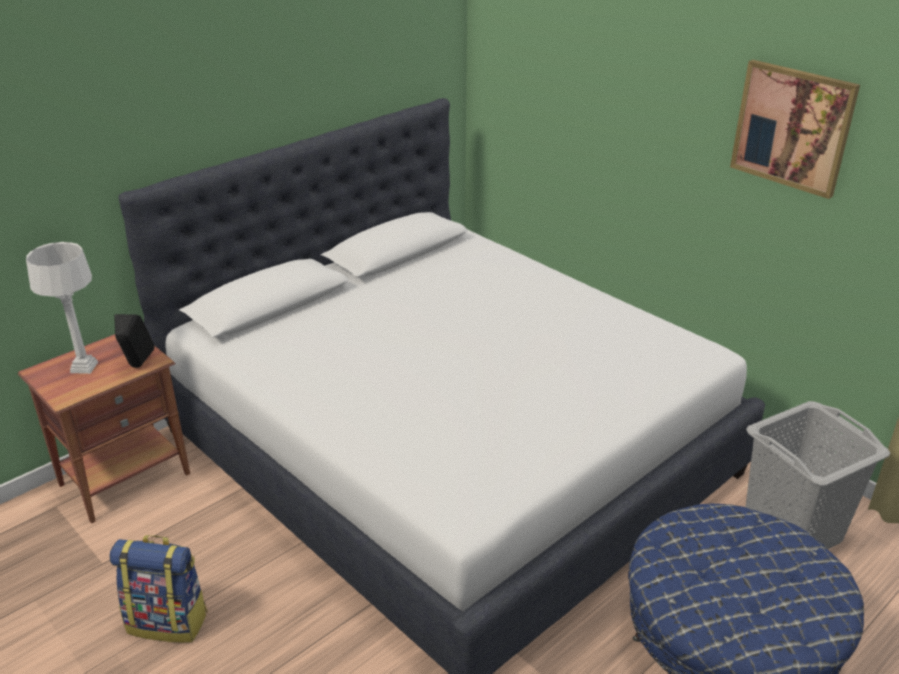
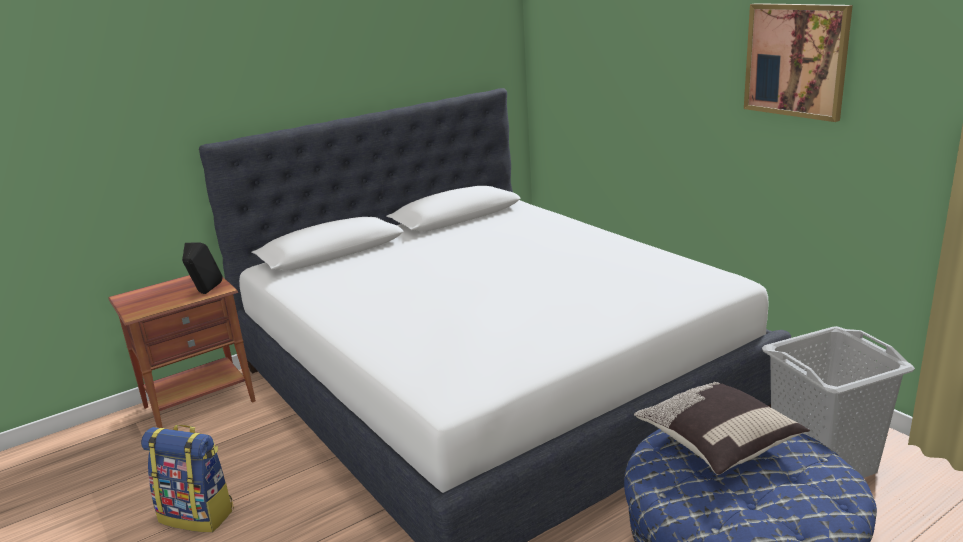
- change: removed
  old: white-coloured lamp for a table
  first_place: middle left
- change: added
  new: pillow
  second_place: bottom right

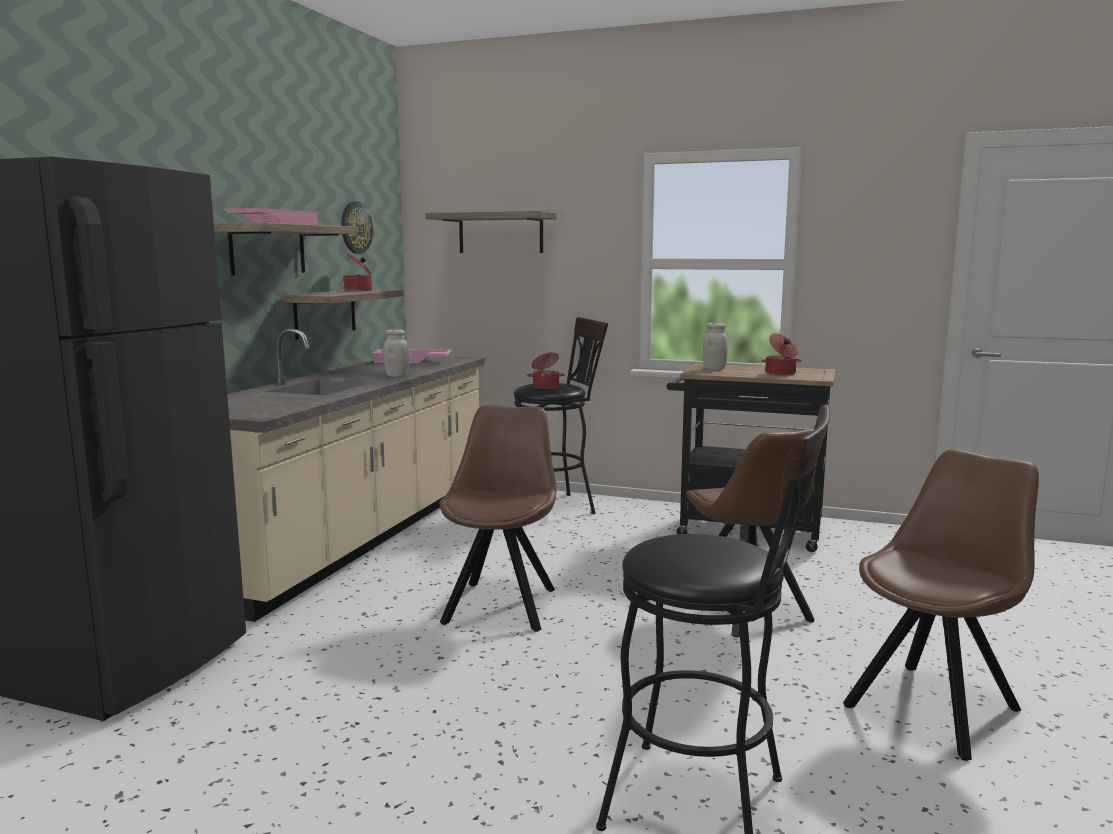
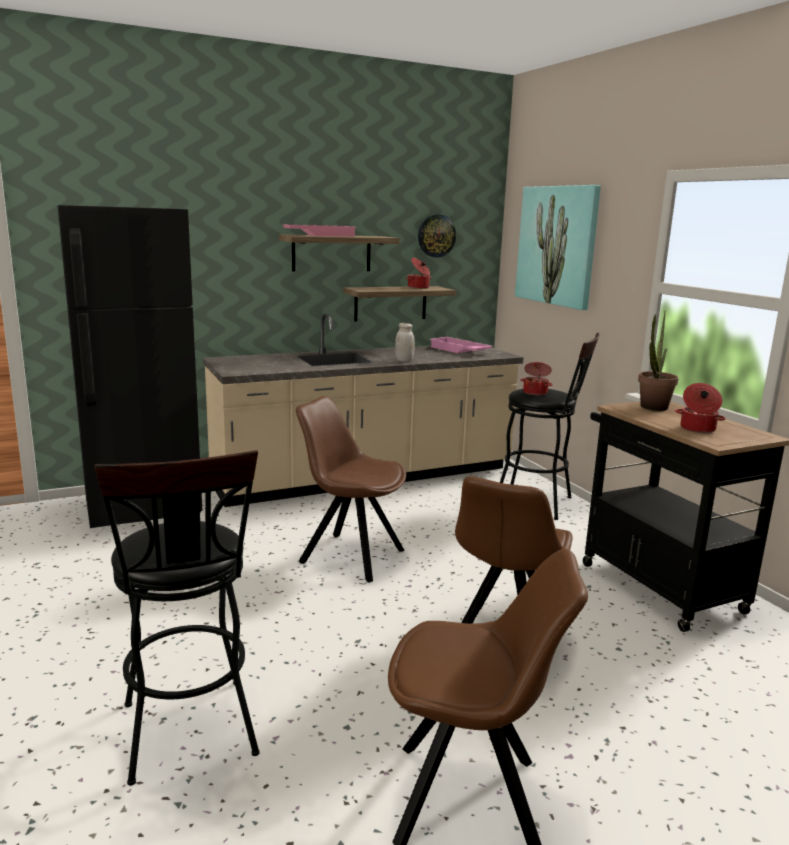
- change: replaced
  old: bracket shelf (3rd from left)
  new: wall picture
  first_place: top centre
  second_place: top right
- change: replaced
  old: white-coloured storage jar (2nd from left)
  new: houseplant
  first_place: centre
  second_place: middle right
- change: turned
  old: brown-coloured upright chair (1st from left)
  first_place: centre
  second_place: centre
  degrees: -120

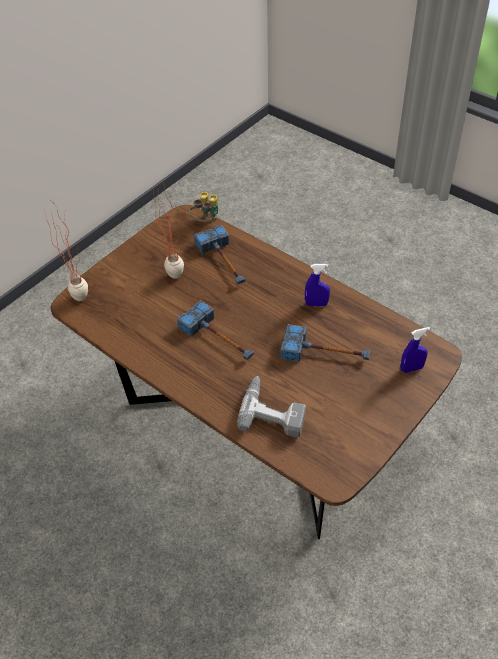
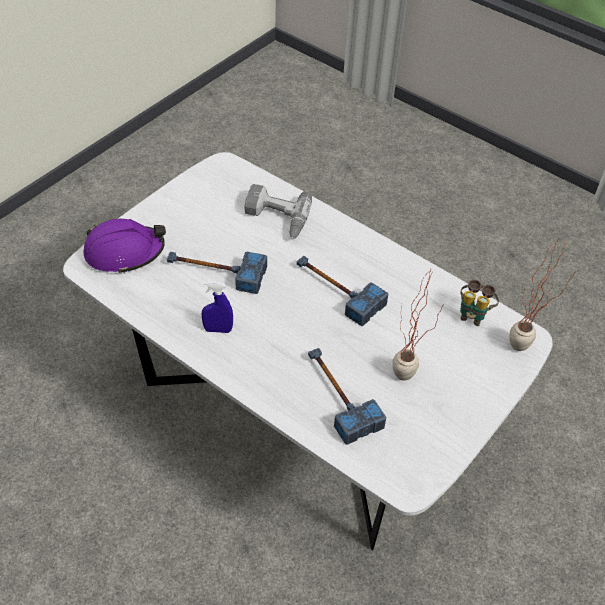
- change: moved
  old: field glasses
  first_place: top centre
  second_place: middle right
- change: recoloured
  old: brown-coloured dinner table
  new: white-coloured dinner table
  first_place: centre
  second_place: centre
- change: replaced
  old: blue-coloured hand sprayer (2nd from left)
  new: purple safety helmet
  first_place: middle right
  second_place: middle left

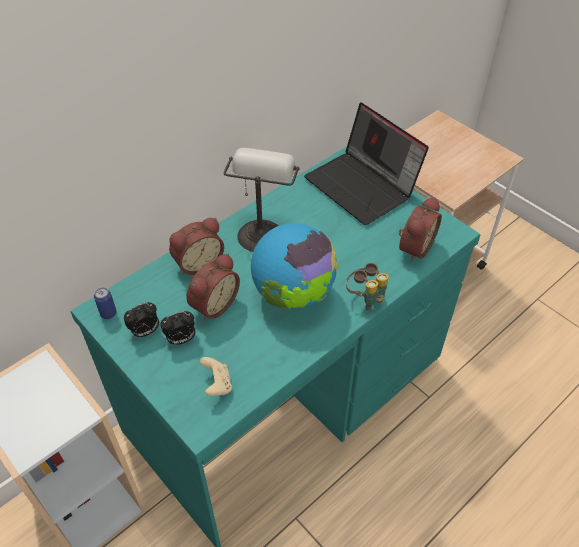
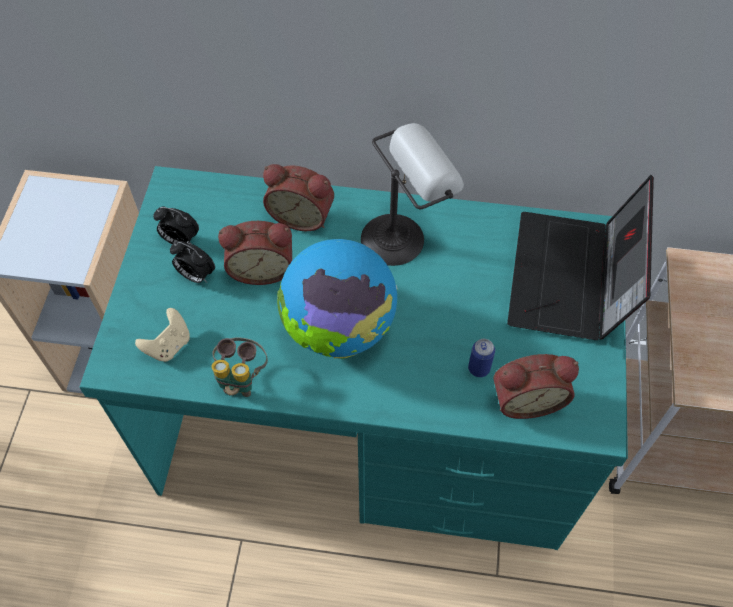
- change: moved
  old: field glasses
  first_place: centre
  second_place: middle left
- change: moved
  old: can
  first_place: middle left
  second_place: centre

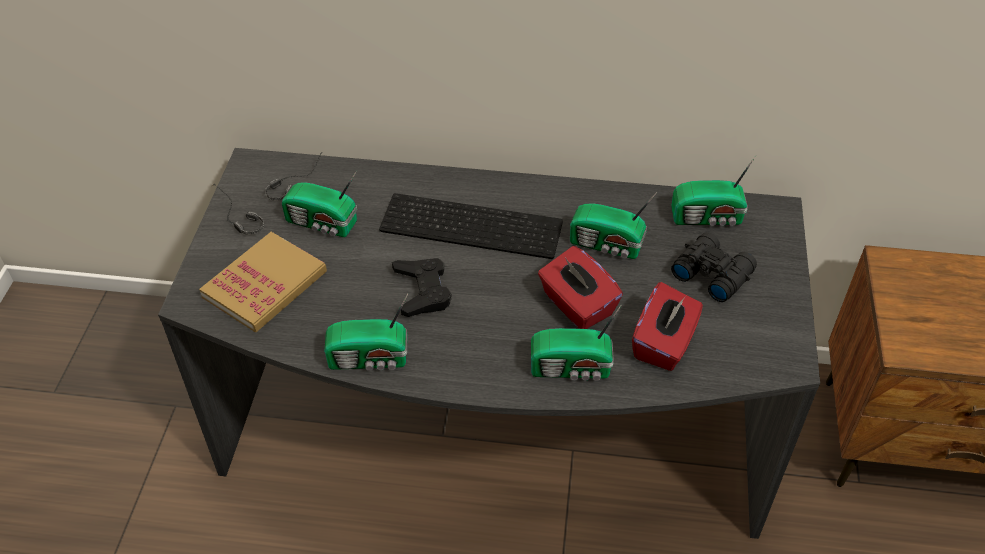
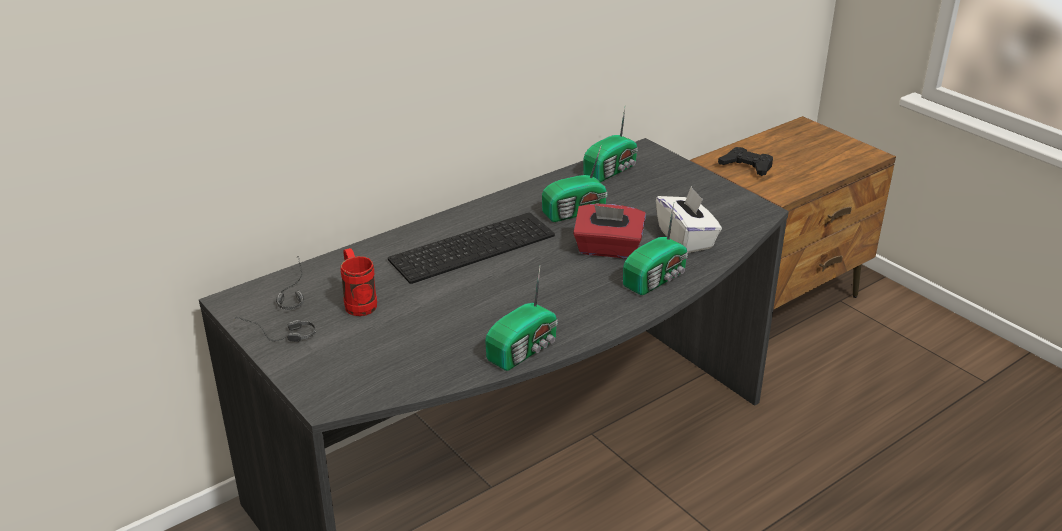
- change: replaced
  old: radio (1st from left)
  new: reddish coffee mug
  first_place: middle left
  second_place: centre
- change: removed
  old: book
  first_place: middle left
- change: removed
  old: black field glasses
  first_place: middle right
- change: moved
  old: black joypad
  first_place: centre
  second_place: top right
- change: recoloured
  old: reddish tissue box (2nd from left)
  new: white-coloured tissue box
  first_place: middle right
  second_place: centre

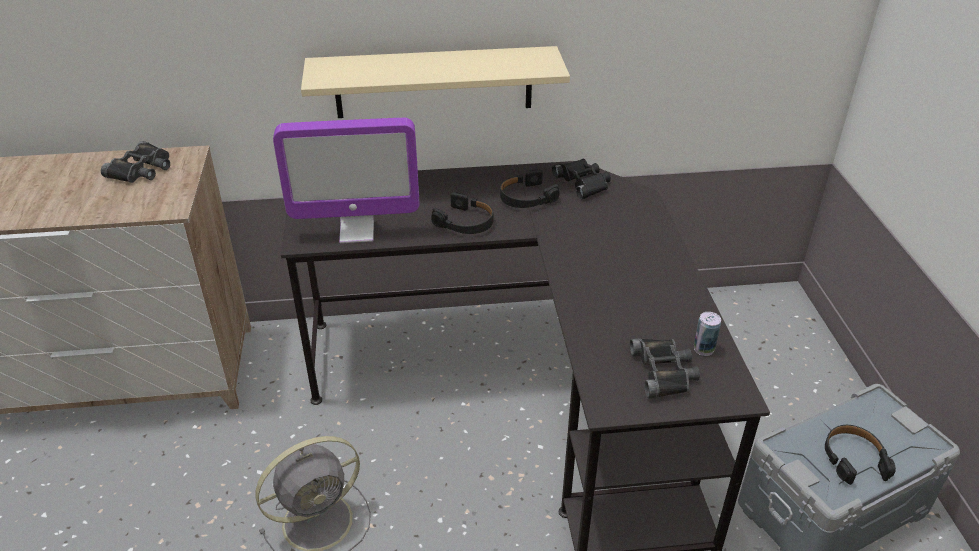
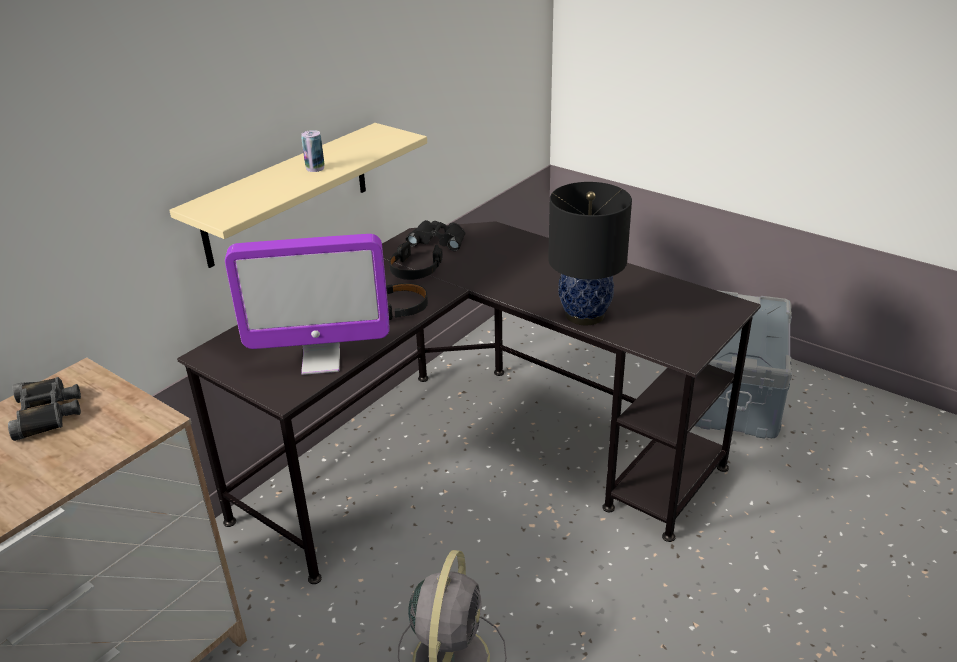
- change: turned
  old: computer display
  first_place: top centre
  second_place: middle left
  degrees: 45
- change: moved
  old: can
  first_place: middle right
  second_place: top left
- change: removed
  old: black field glasses (3rd from left)
  first_place: bottom right
- change: removed
  old: black headset (3rd from left)
  first_place: bottom right
- change: added
  new: black lamp for a table
  second_place: centre

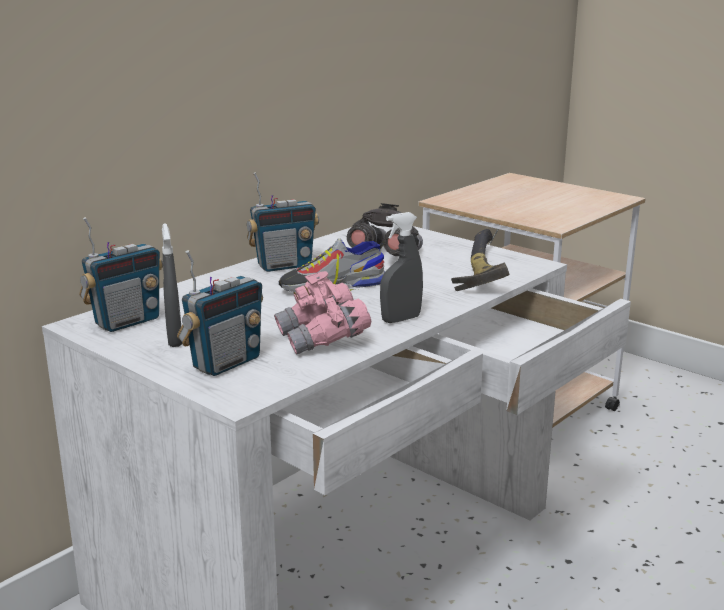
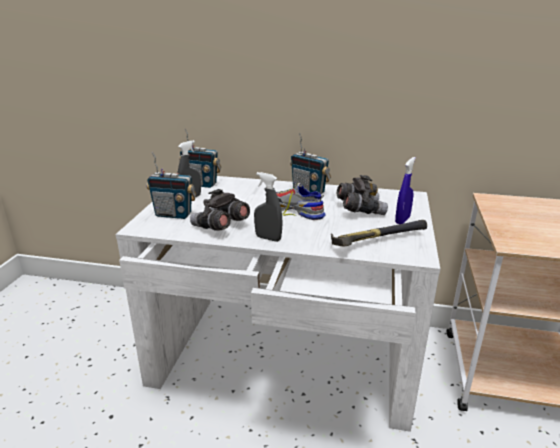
- change: recoloured
  old: pink-coloured field glasses
  new: gray field glasses (1st from left)
  first_place: centre
  second_place: centre
- change: added
  new: blue-coloured hand sprayer
  second_place: middle right

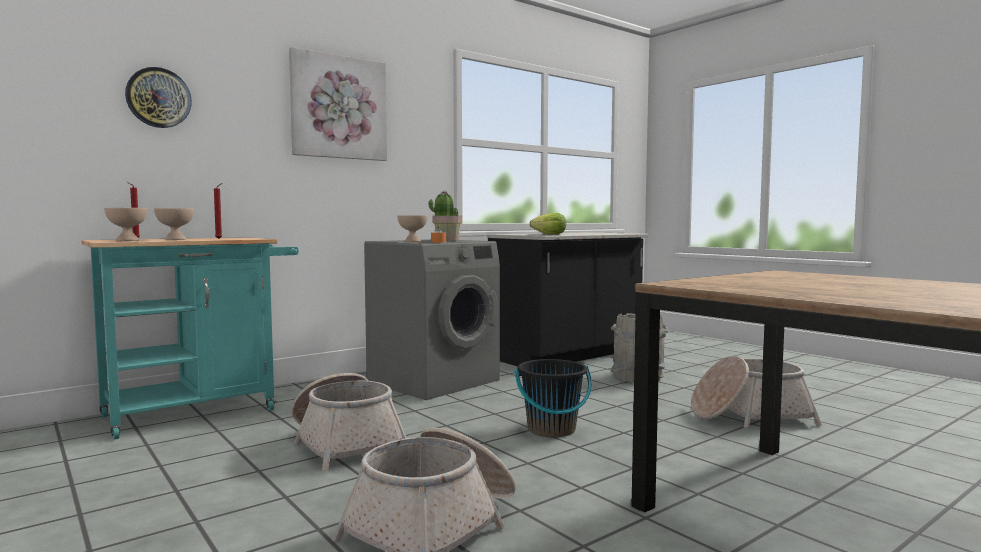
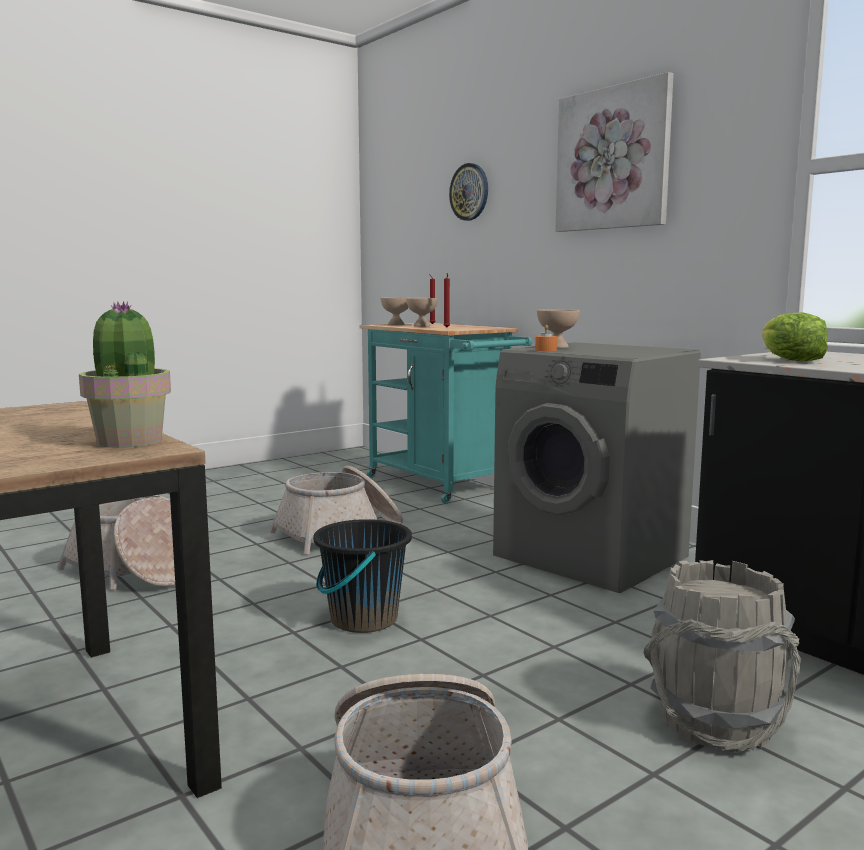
- change: moved
  old: houseplant
  first_place: centre
  second_place: middle left

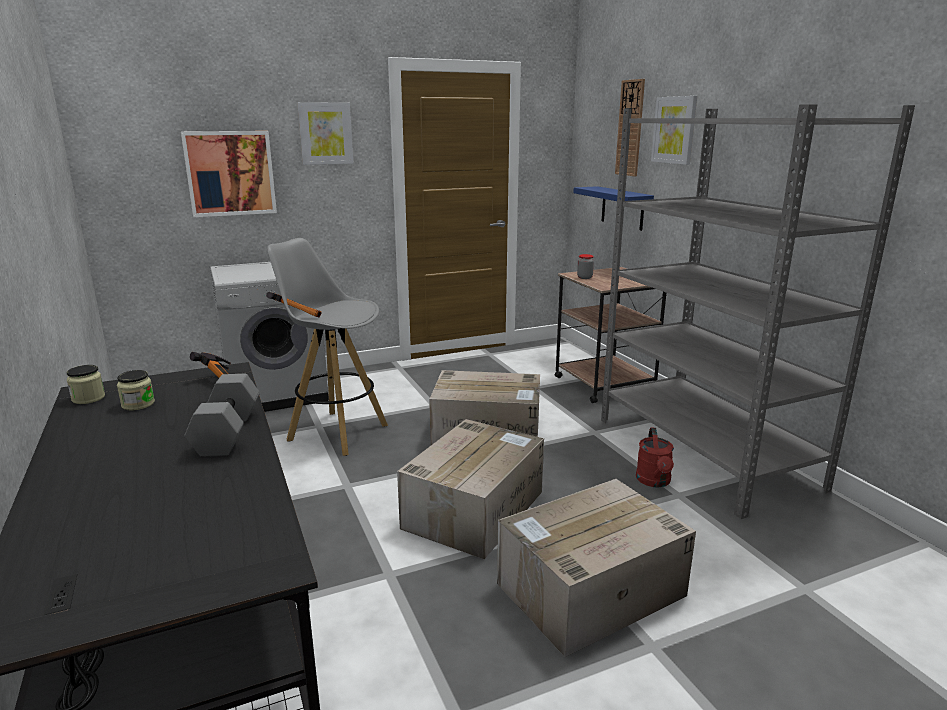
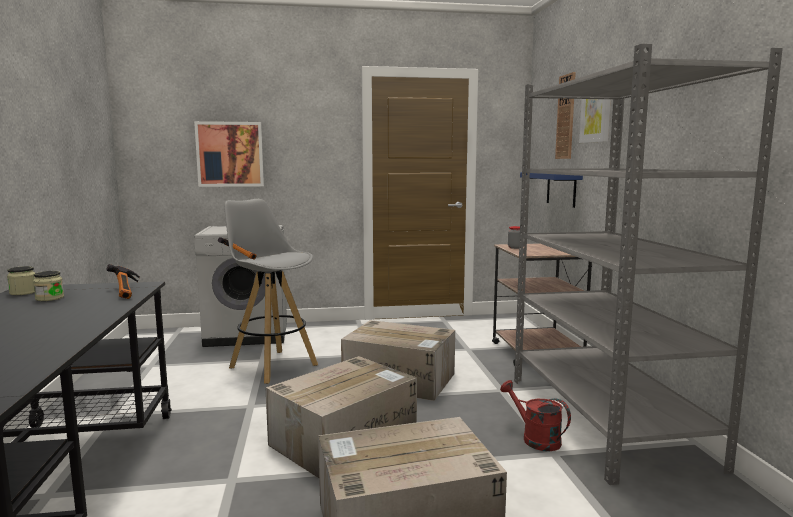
- change: removed
  old: wall picture (2nd from left)
  first_place: top centre
- change: removed
  old: gray dumbbell
  first_place: middle left
- change: turned
  old: reddish watering can
  first_place: middle right
  second_place: bottom right
  degrees: 120

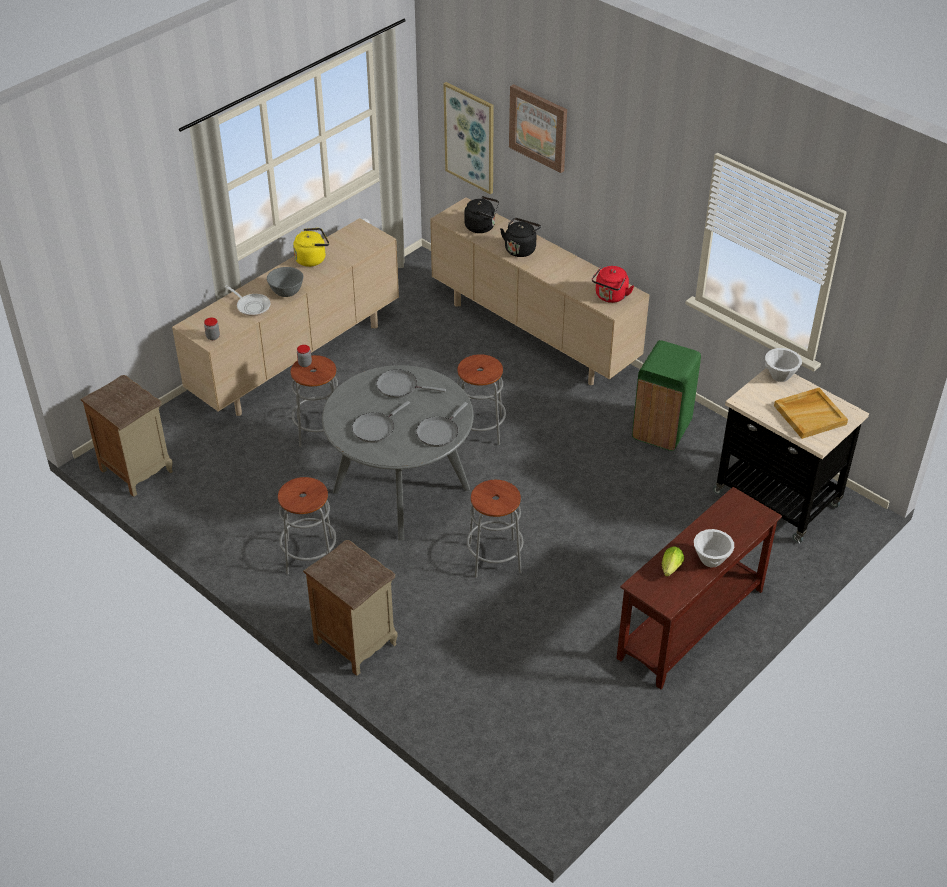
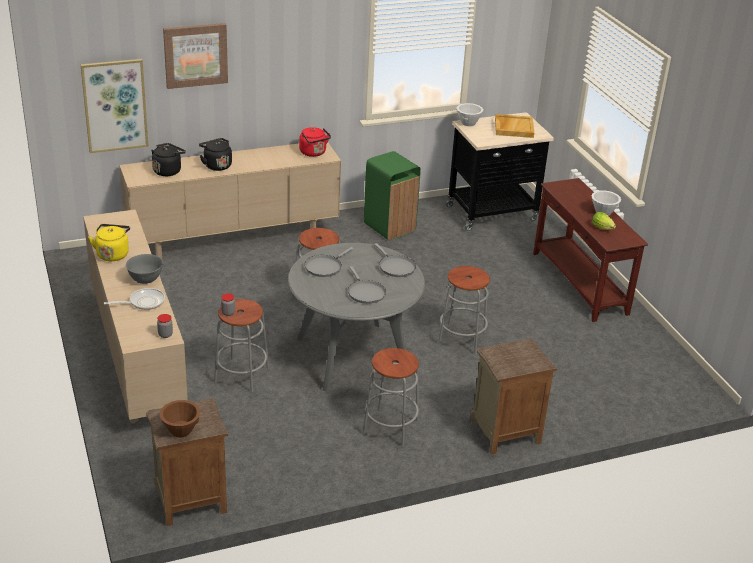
- change: added
  new: brown-coloured deep dish
  second_place: bottom left

